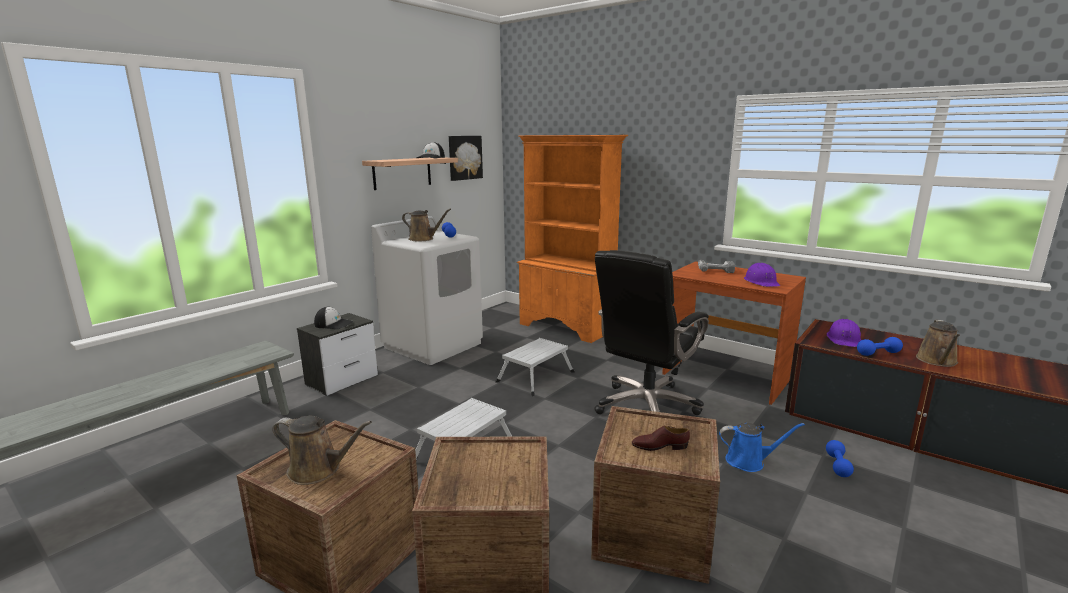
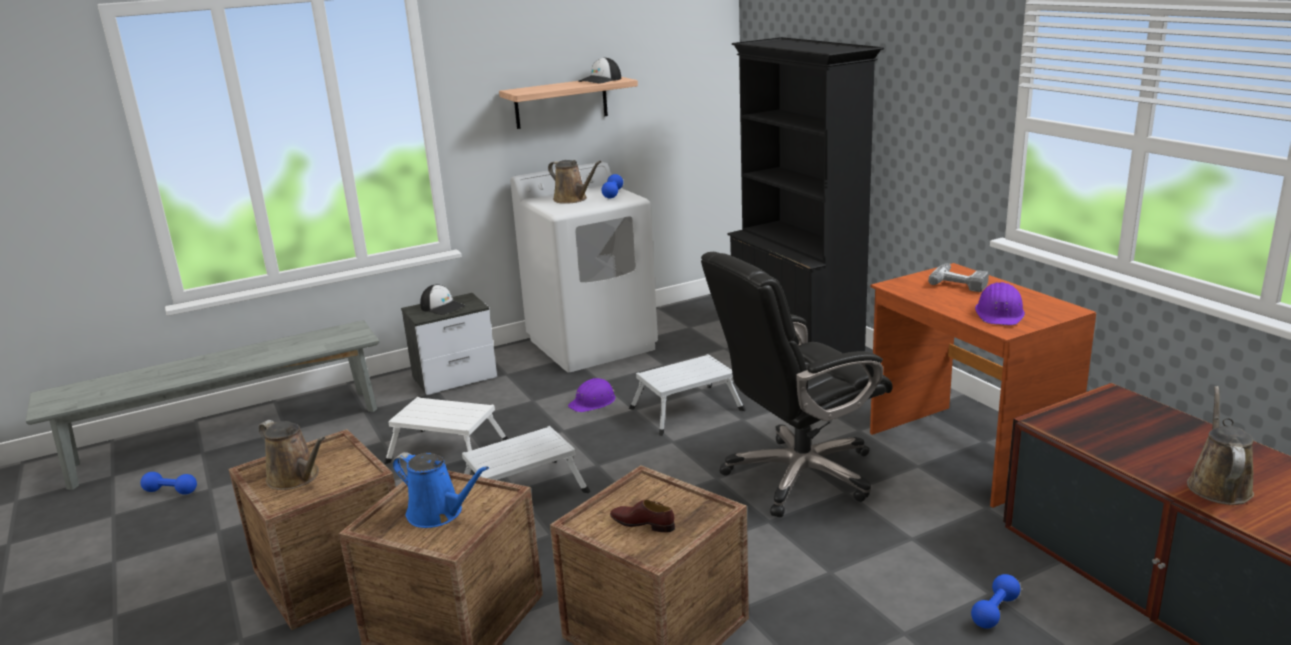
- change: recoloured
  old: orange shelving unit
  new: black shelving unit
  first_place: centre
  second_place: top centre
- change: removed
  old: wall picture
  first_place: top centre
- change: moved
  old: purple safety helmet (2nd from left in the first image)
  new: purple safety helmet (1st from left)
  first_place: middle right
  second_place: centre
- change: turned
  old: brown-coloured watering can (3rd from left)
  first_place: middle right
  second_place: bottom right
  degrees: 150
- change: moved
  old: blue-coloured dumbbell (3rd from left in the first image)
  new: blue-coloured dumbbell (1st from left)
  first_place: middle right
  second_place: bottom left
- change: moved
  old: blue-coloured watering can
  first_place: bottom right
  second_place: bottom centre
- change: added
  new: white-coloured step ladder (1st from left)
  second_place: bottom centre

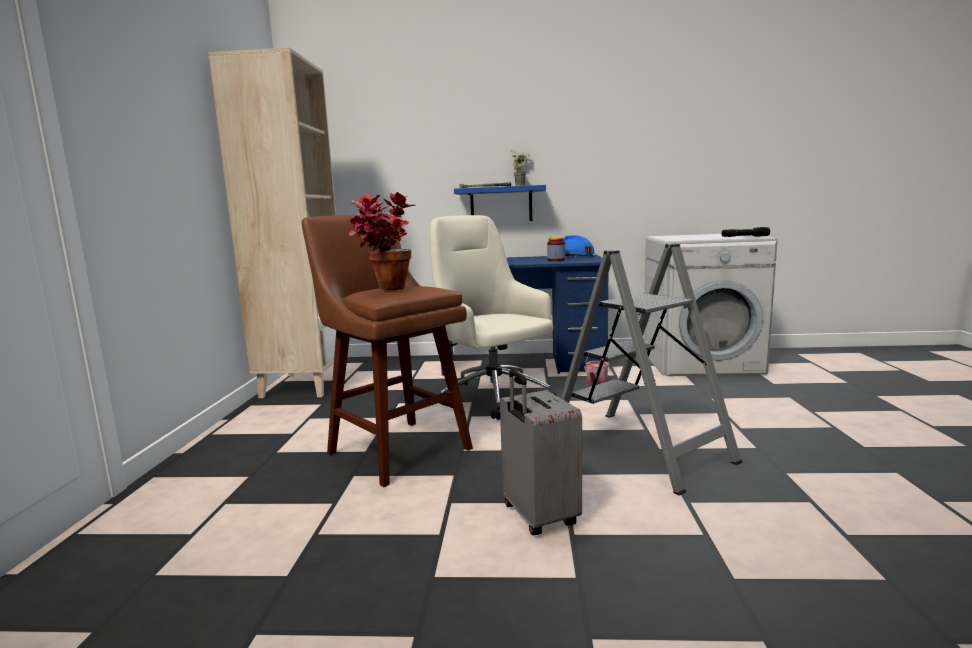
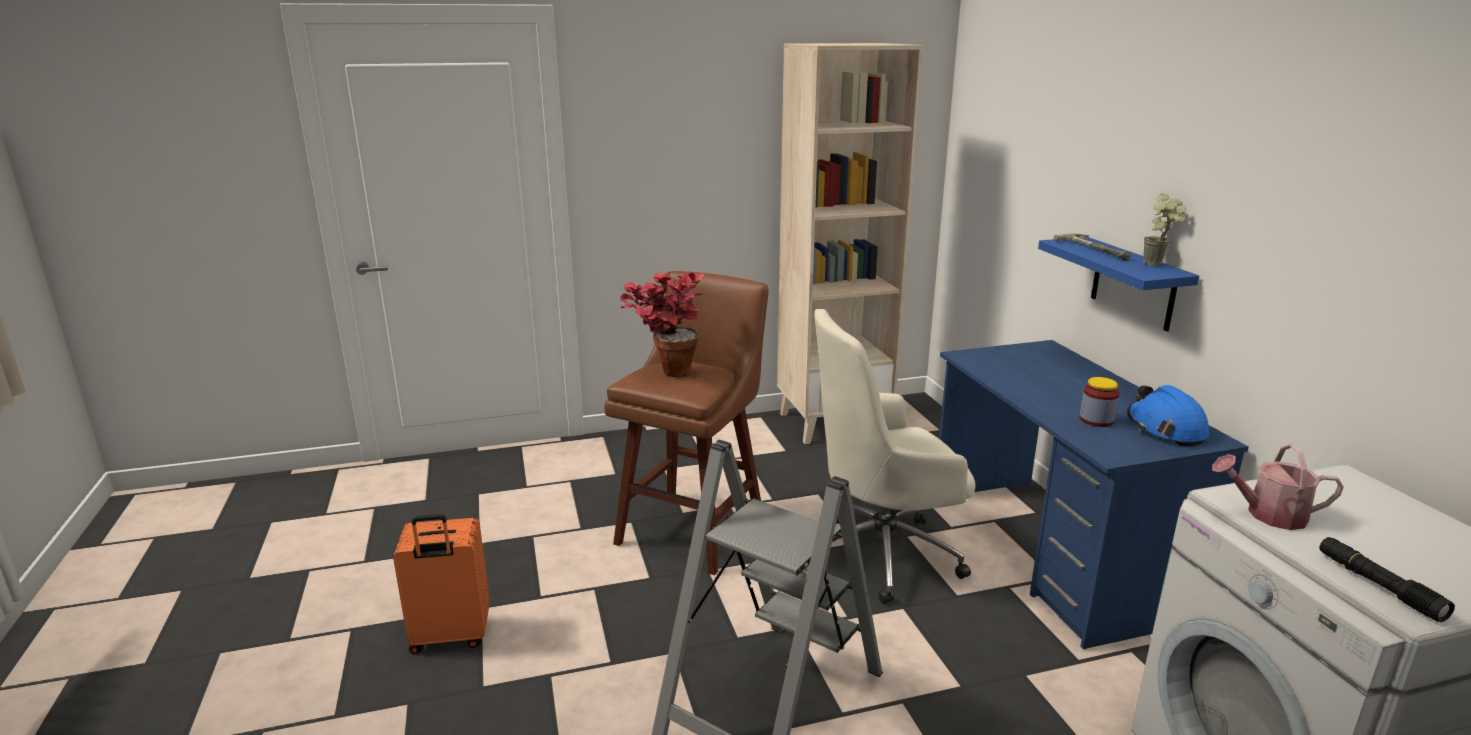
- change: turned
  old: beige-coloured desk chair
  first_place: centre
  second_place: centre
  degrees: -135
- change: moved
  old: watering can
  first_place: centre
  second_place: middle right
- change: removed
  old: gray suitcase
  first_place: bottom centre
- change: added
  new: orange suitcase
  second_place: bottom left

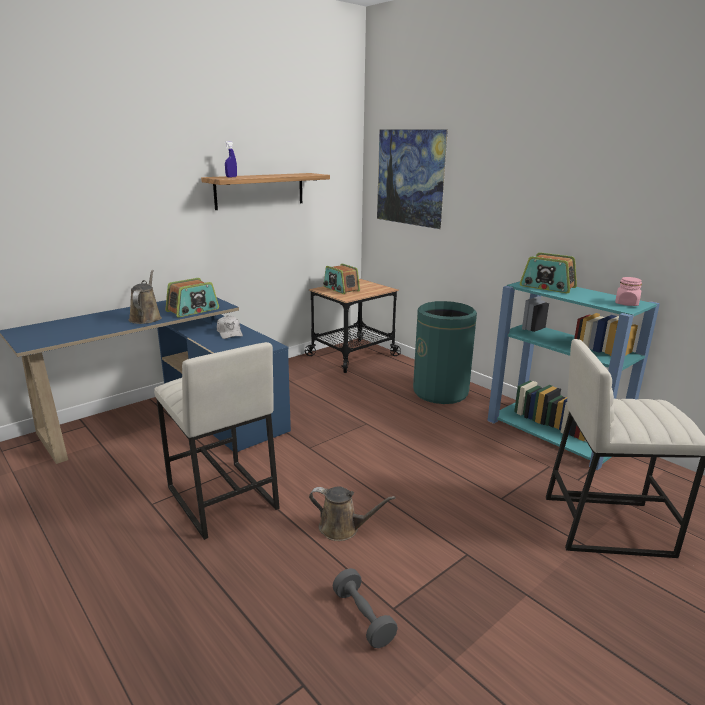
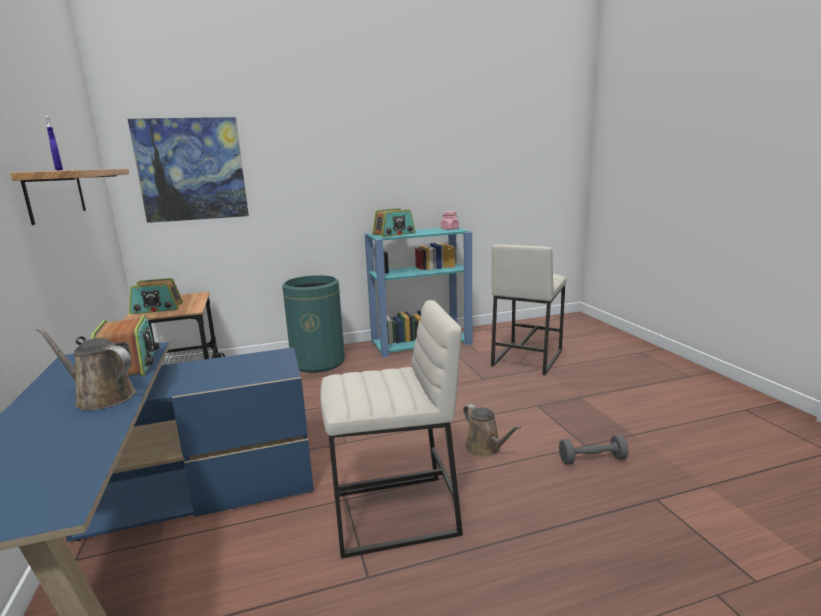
- change: removed
  old: white-coloured cap
  first_place: middle left
- change: turned
  old: brown-coloured watering can (2nd from left)
  first_place: bottom centre
  second_place: bottom centre
  degrees: 105

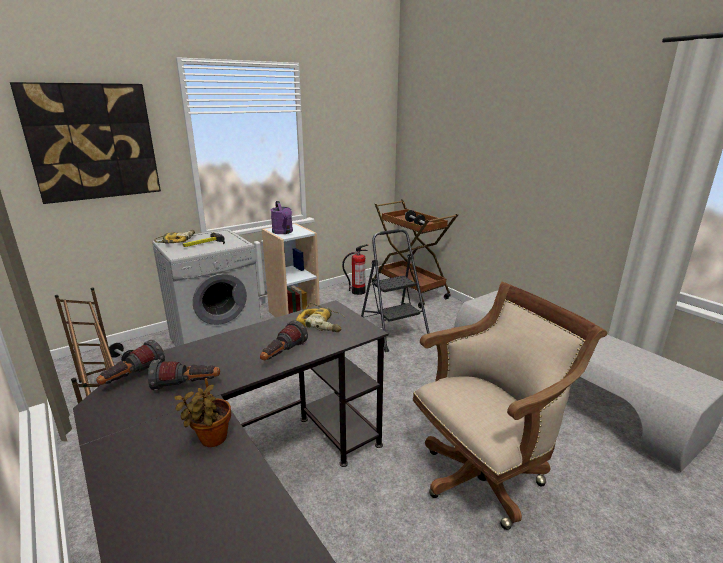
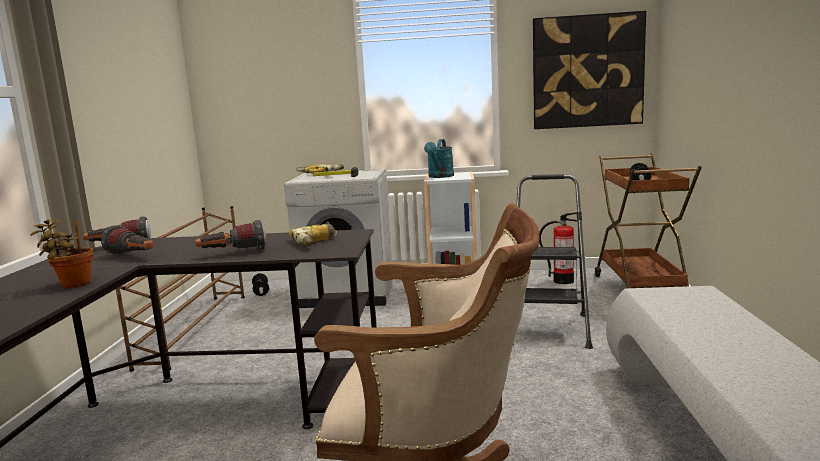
- change: moved
  old: wall picture
  first_place: top left
  second_place: top right
- change: recoloured
  old: purple watering can
  new: blue-green watering can
  first_place: centre
  second_place: centre

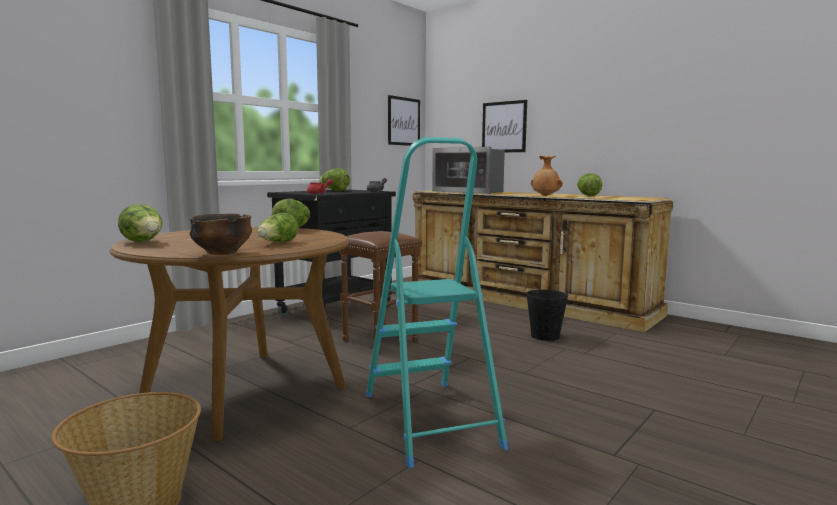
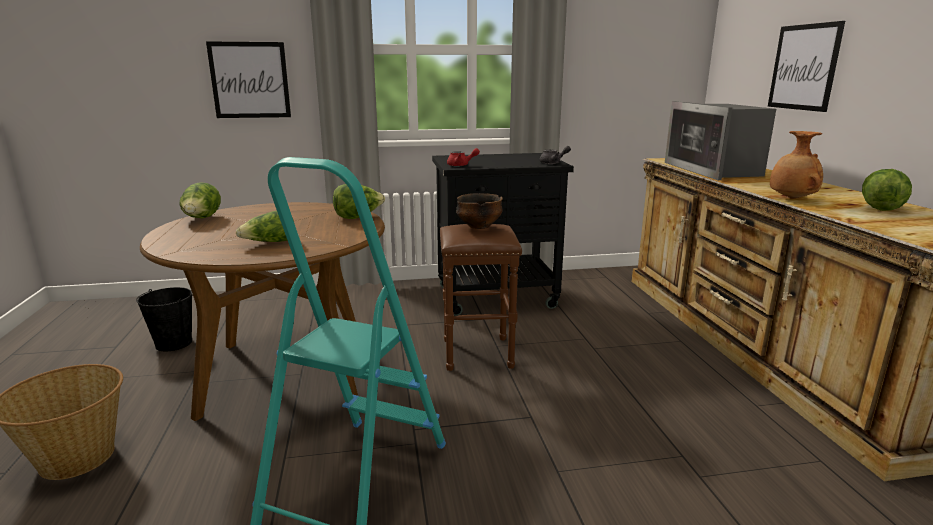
- change: moved
  old: wall picture (1st from left)
  first_place: top centre
  second_place: top left
- change: removed
  old: lettuce (4th from left)
  first_place: centre
- change: moved
  old: deep dish
  first_place: middle left
  second_place: centre
- change: moved
  old: black water bucket
  first_place: centre
  second_place: middle left

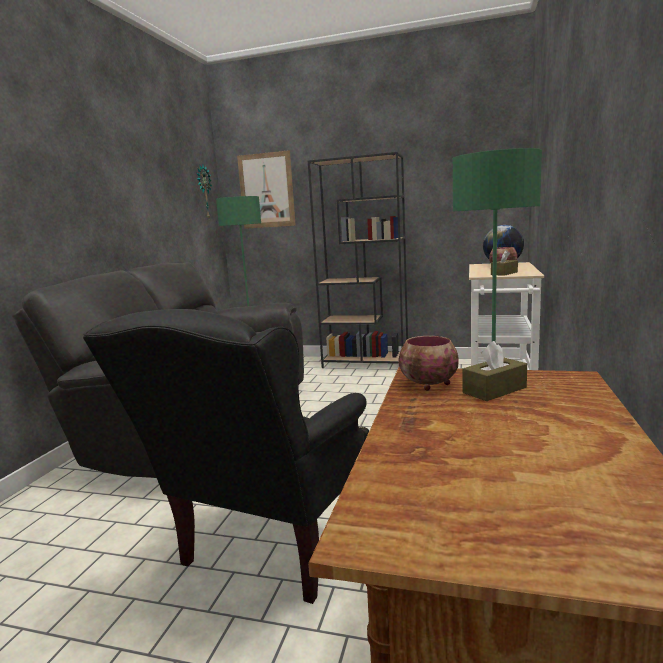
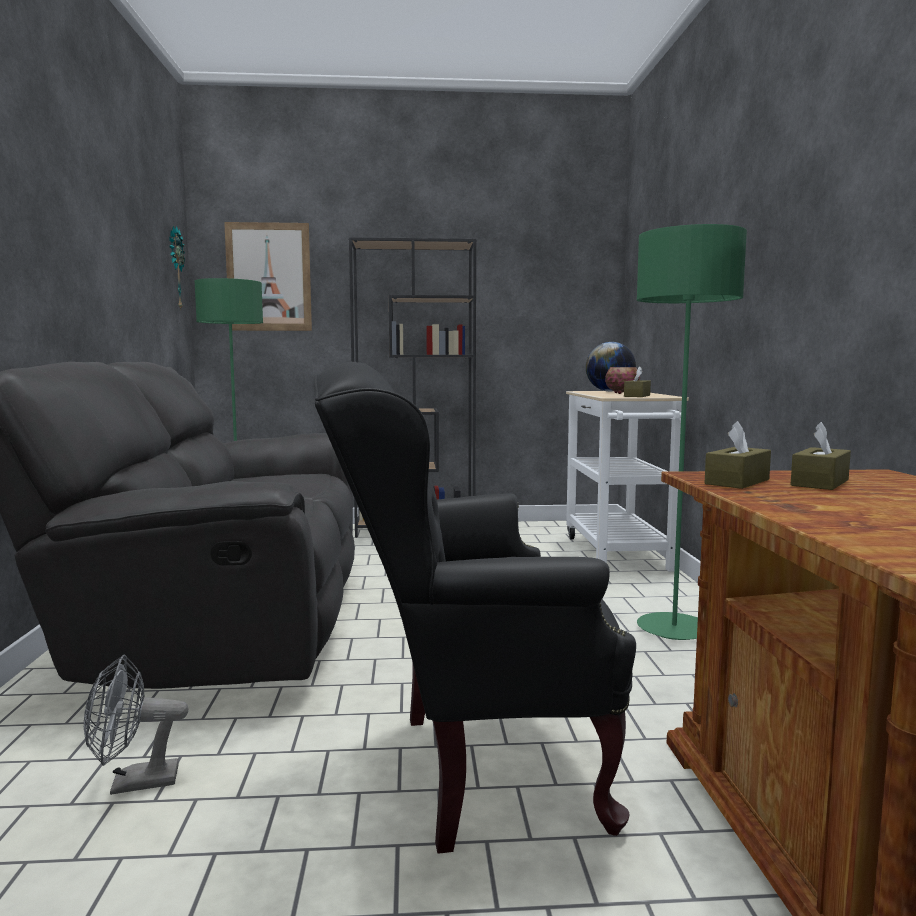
- change: turned
  old: black easy chair
  first_place: bottom centre
  second_place: centre
  degrees: 75
- change: replaced
  old: deep dish (1st from left)
  new: brown-coloured tissue box (2nd from left)
  first_place: centre
  second_place: middle right
- change: added
  new: gray electric fan
  second_place: bottom left

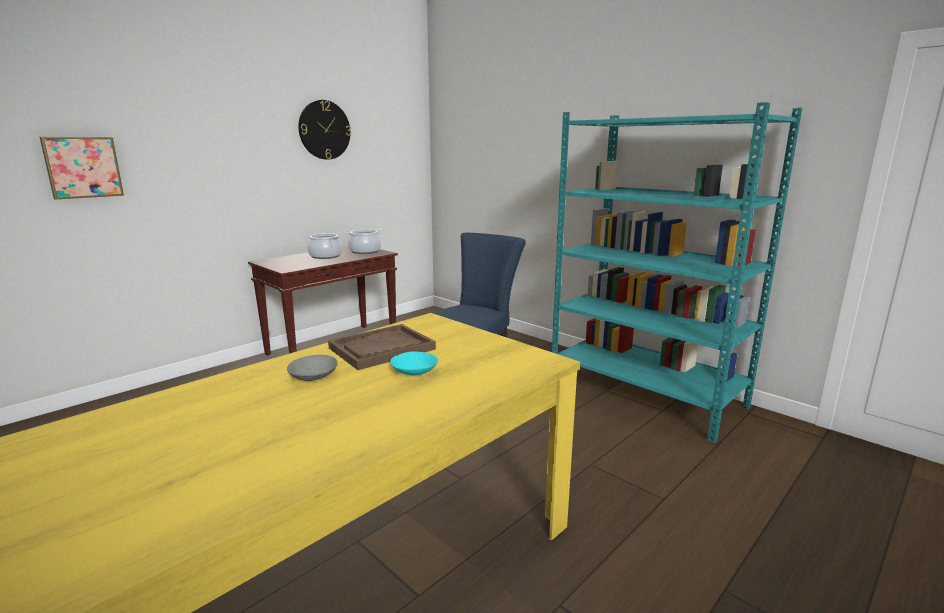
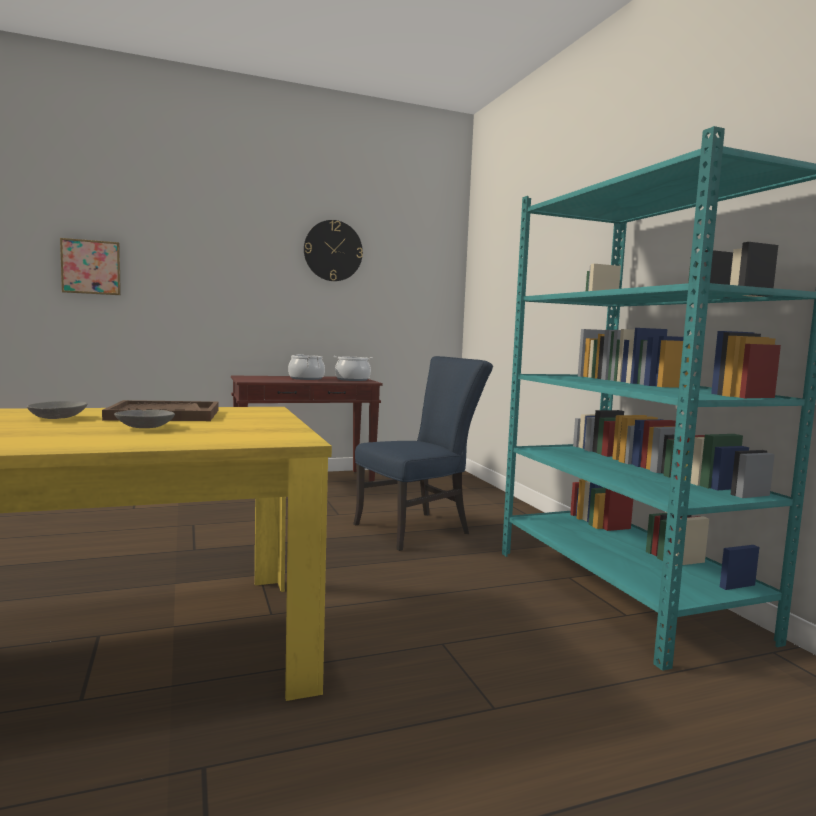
- change: recoloured
  old: blue-green deep dish
  new: gray deep dish (2nd from left)
  first_place: centre
  second_place: middle left

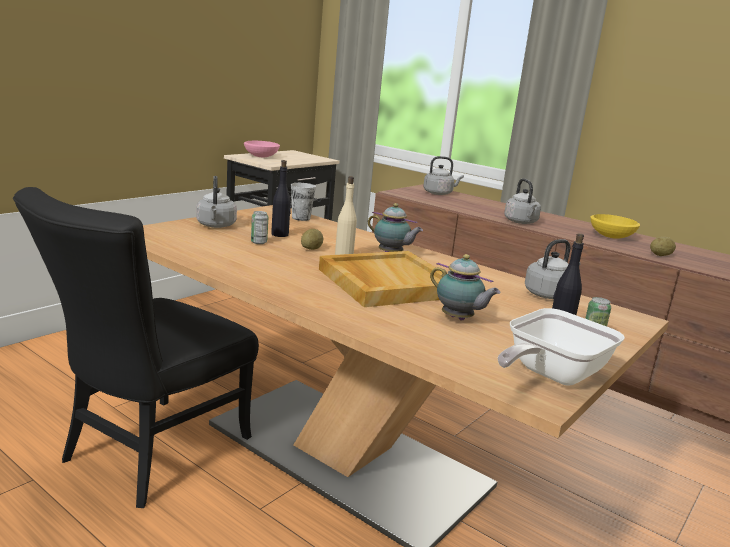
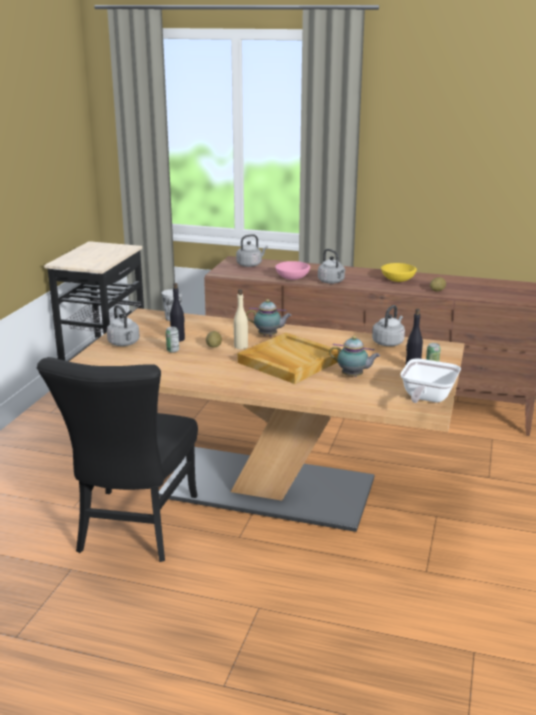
- change: moved
  old: pink-coloured deep dish
  first_place: top centre
  second_place: centre

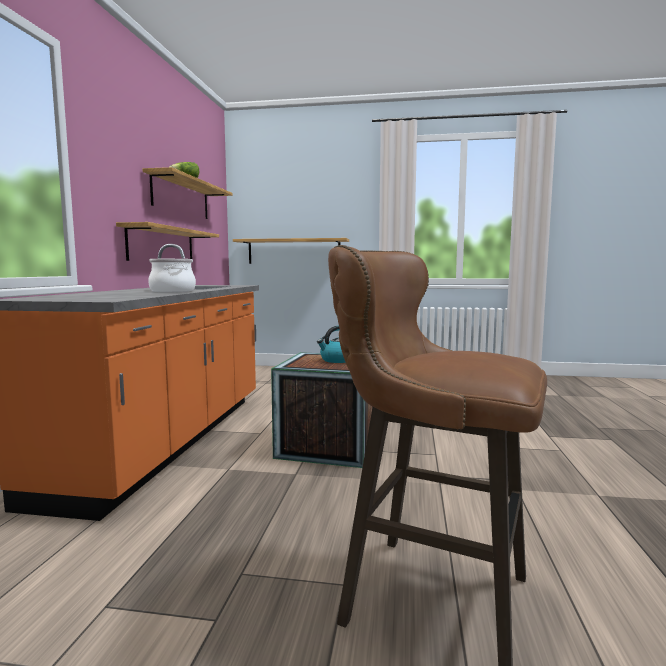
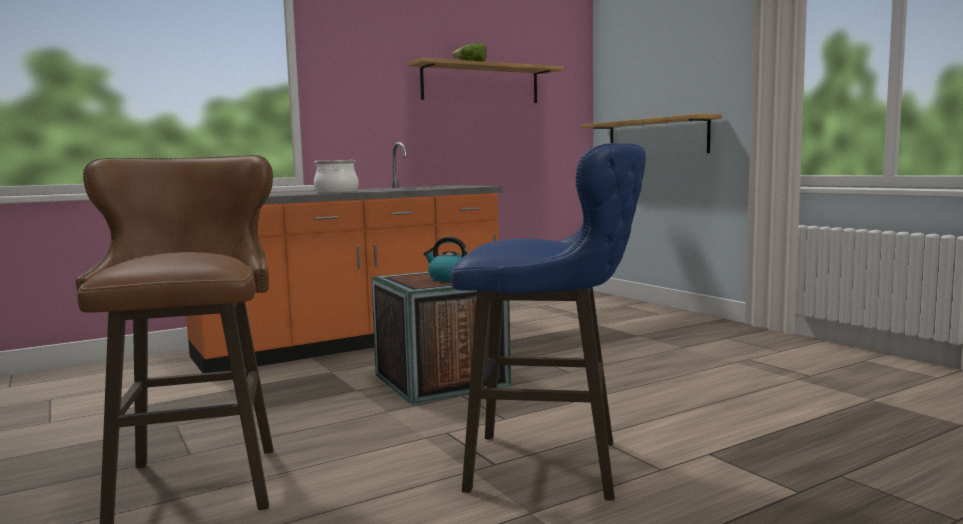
- change: removed
  old: bracket shelf (1st from left)
  first_place: middle left
- change: added
  new: blue-coloured sitting stool
  second_place: centre

